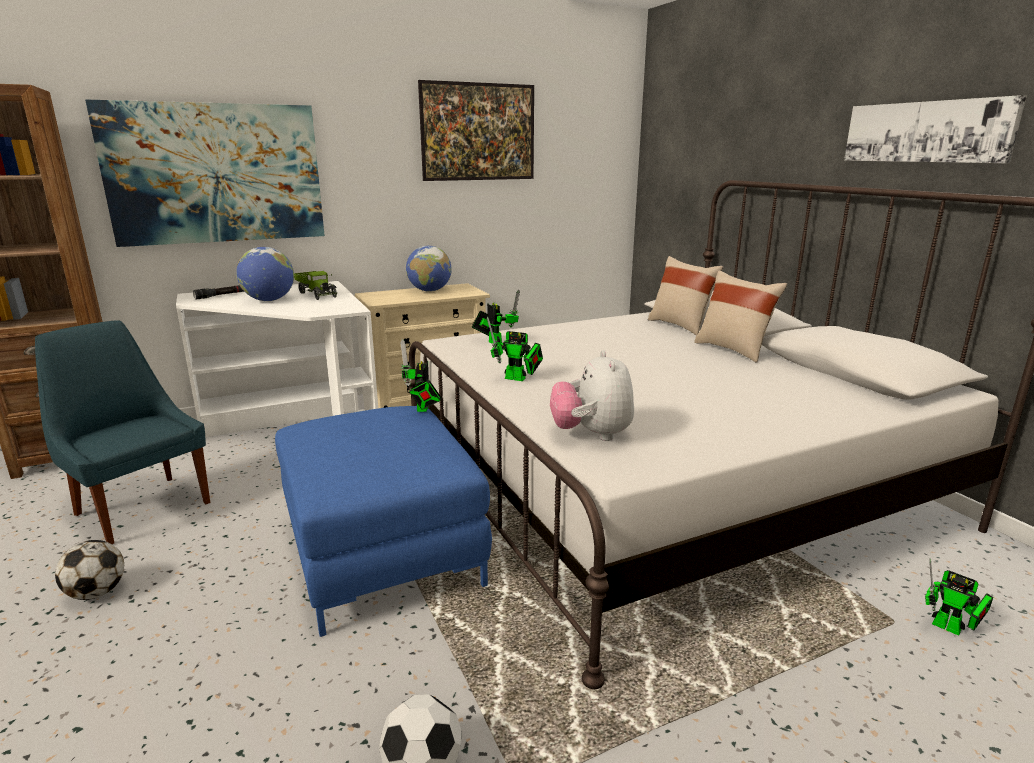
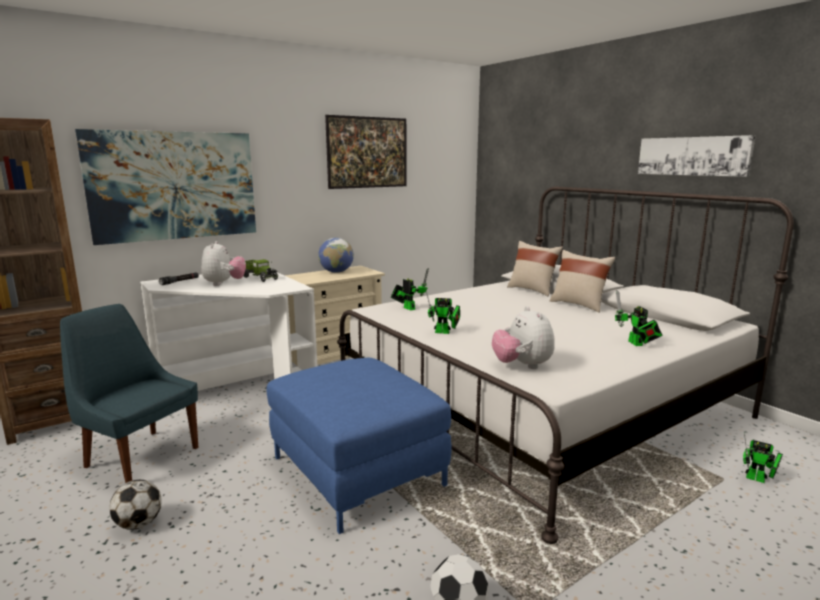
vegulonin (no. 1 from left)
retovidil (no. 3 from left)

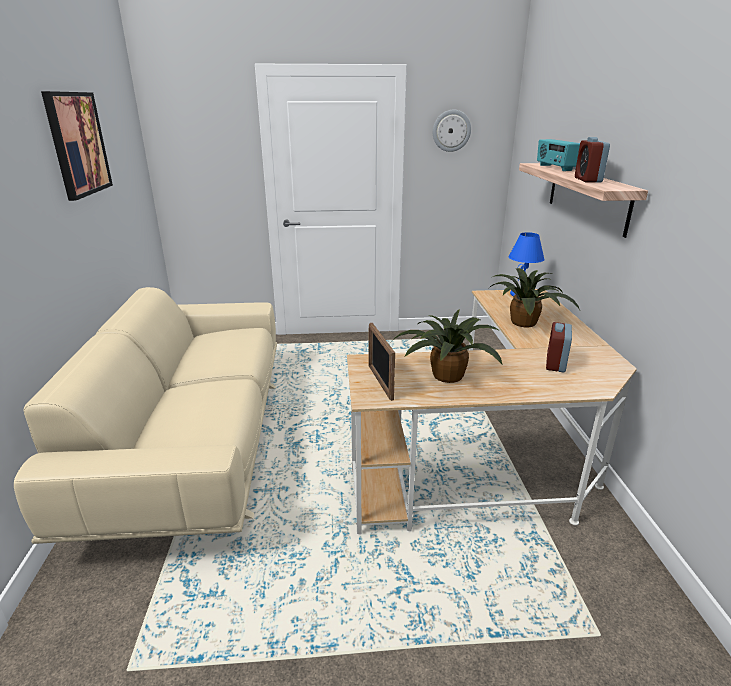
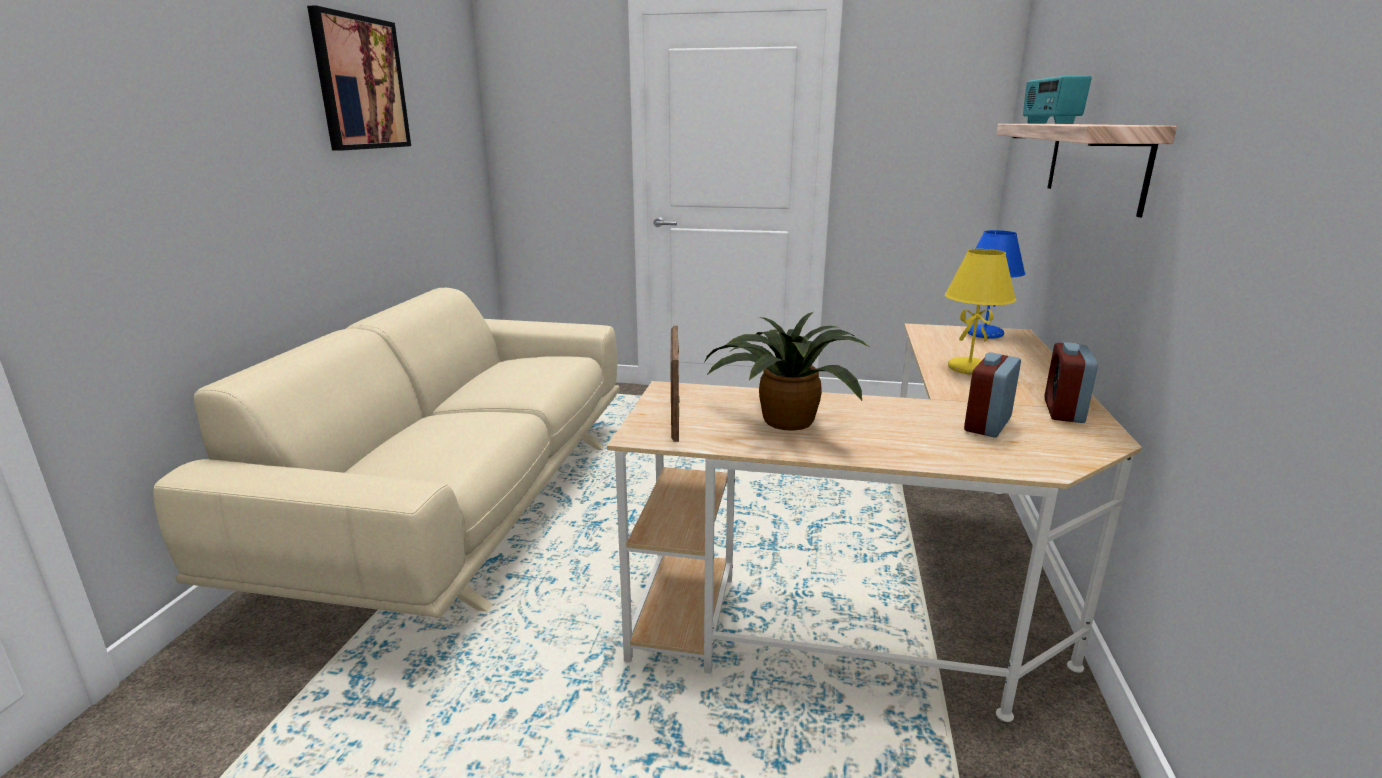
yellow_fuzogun
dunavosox (no. 2 from left)
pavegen

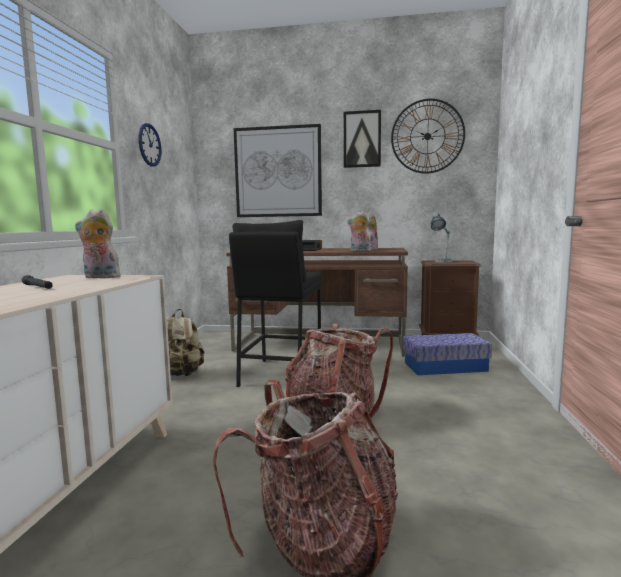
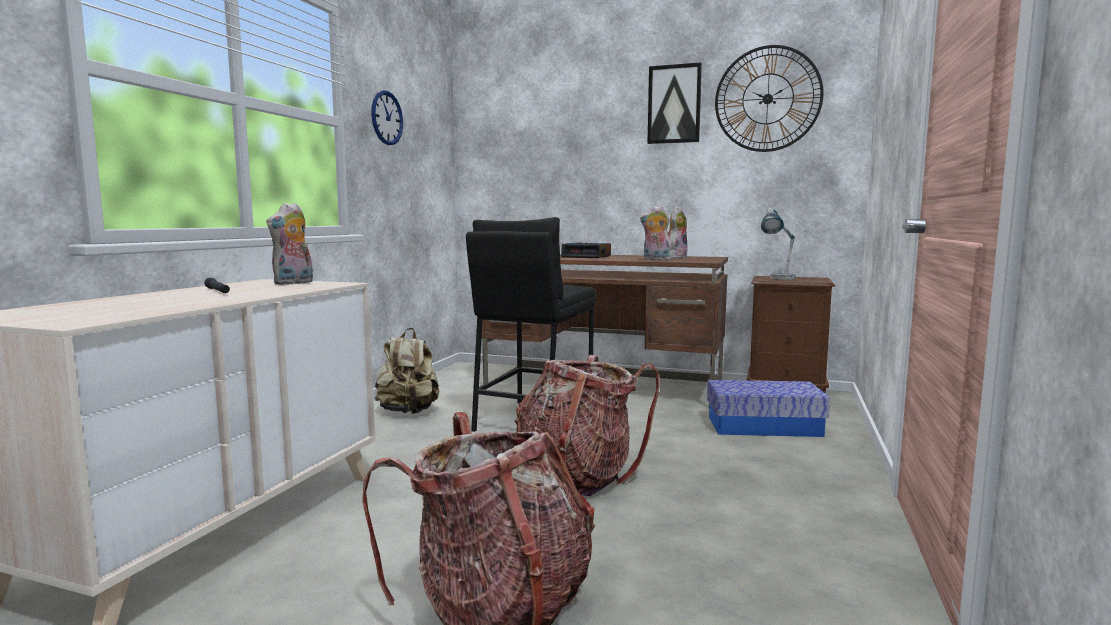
vegulonin (no. 1 from left)
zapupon (no. 1 from left in the first image)

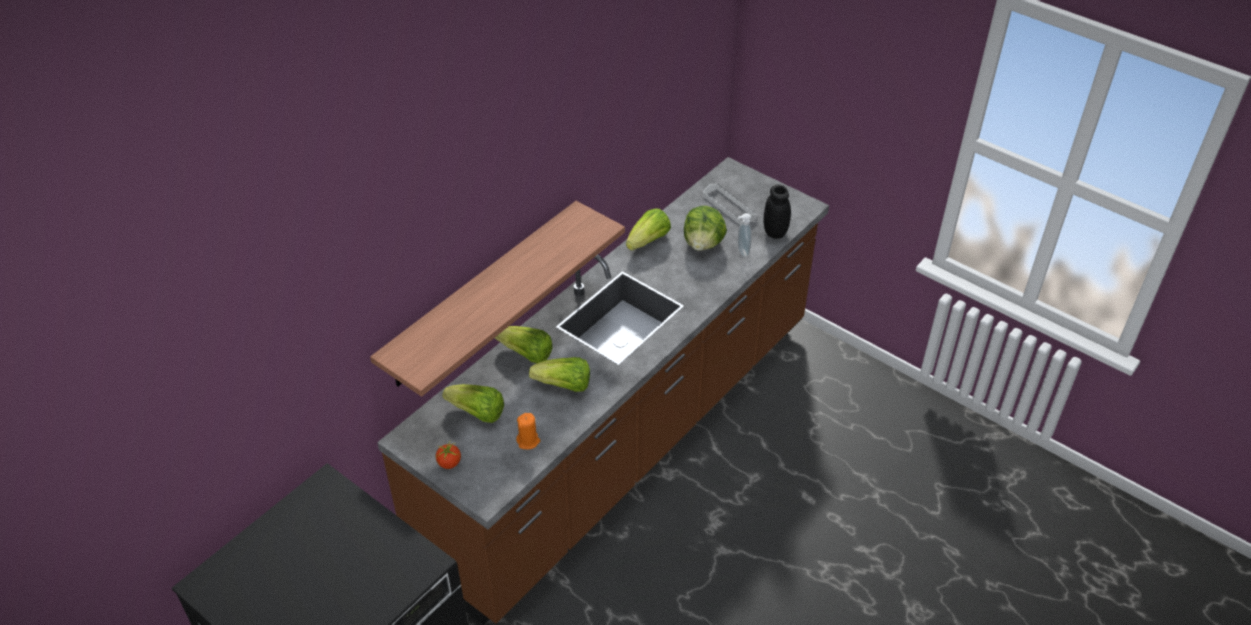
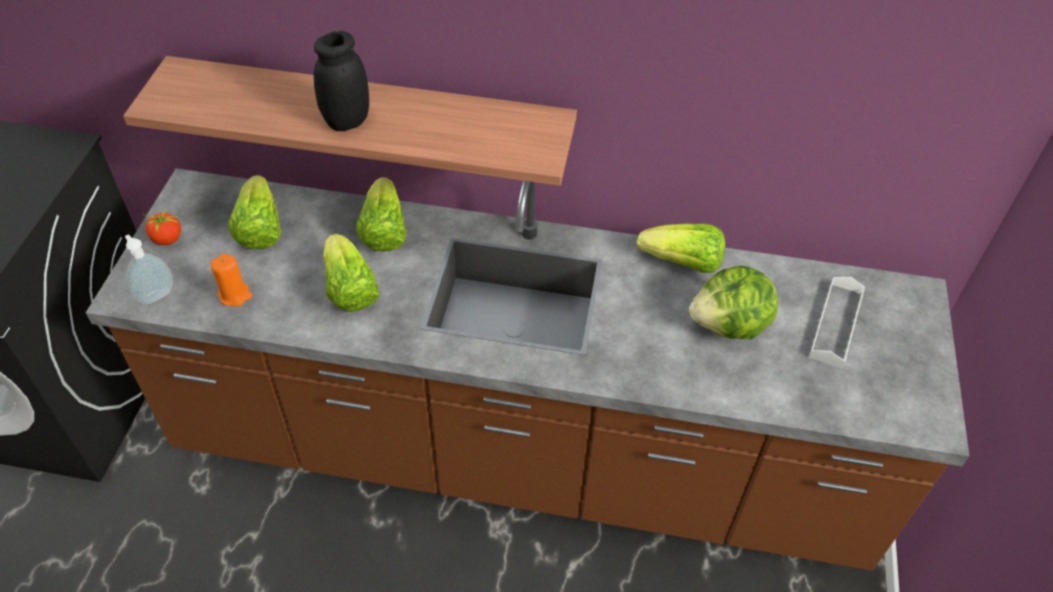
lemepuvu
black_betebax

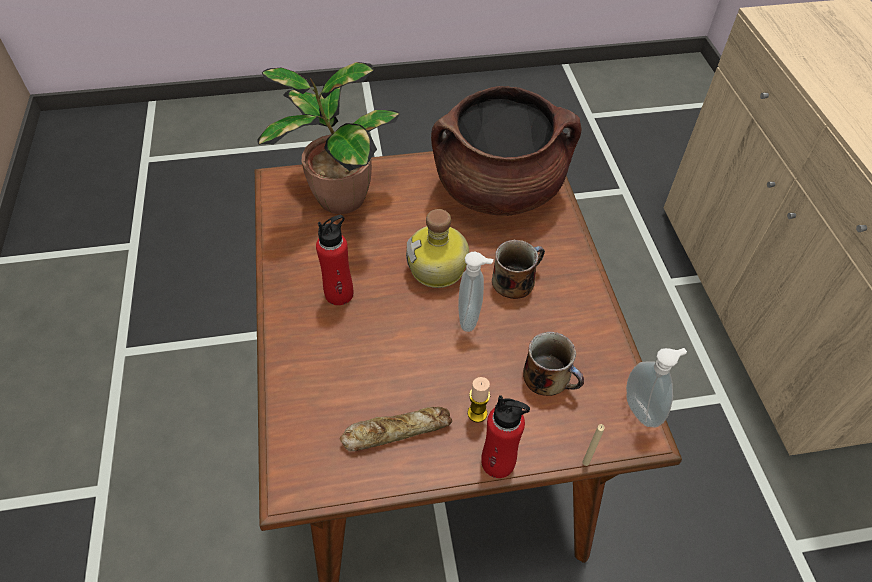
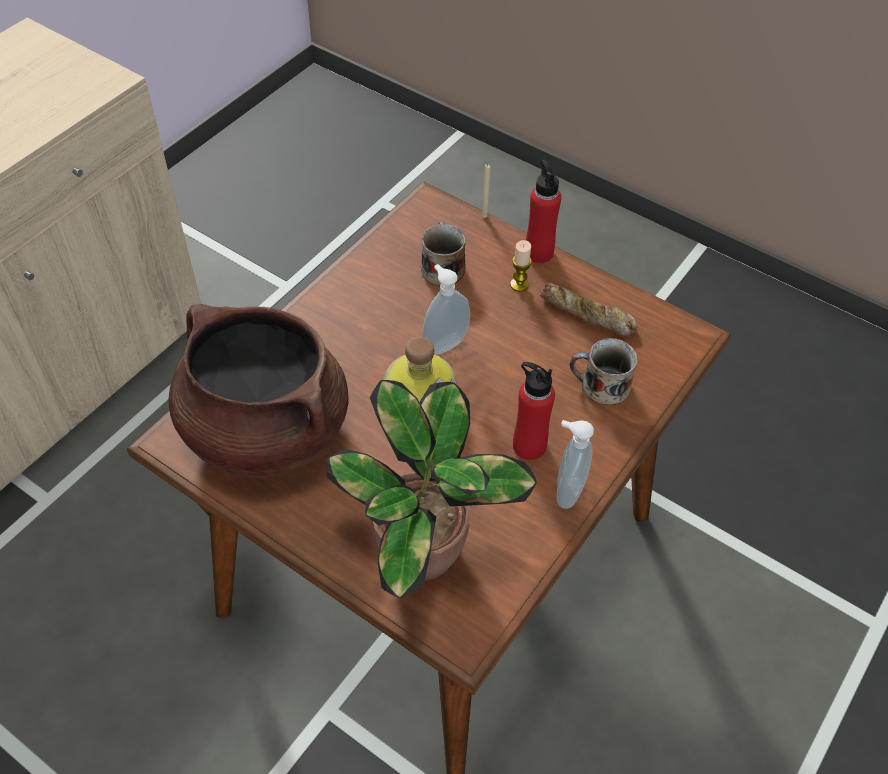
lemepuvu (no. 2 from left)
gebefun (no. 2 from left)

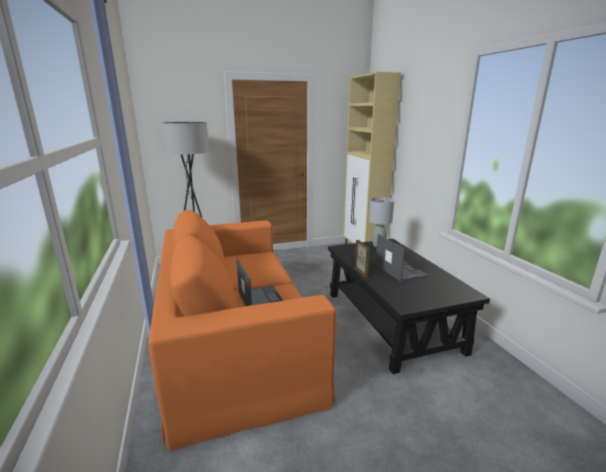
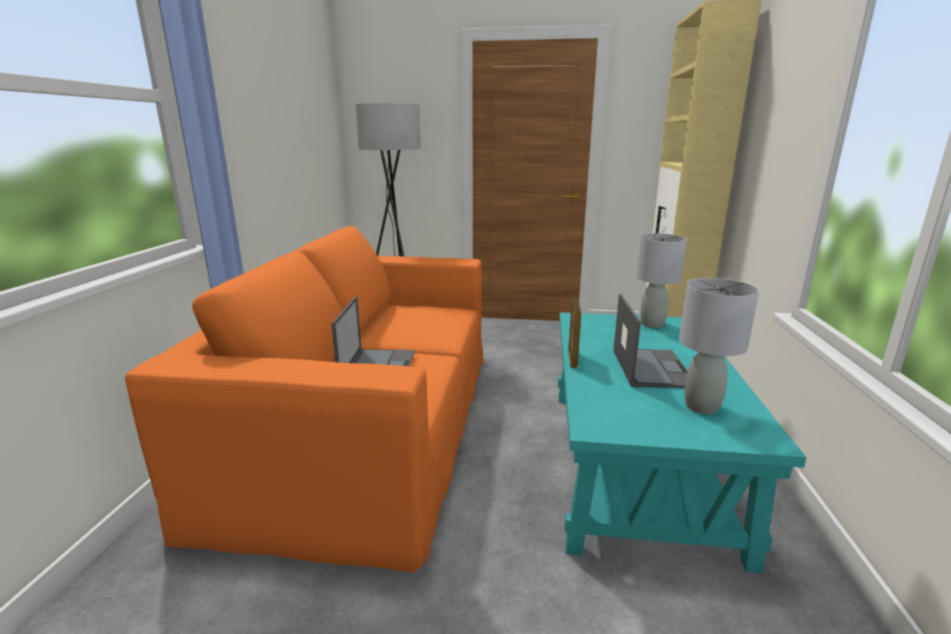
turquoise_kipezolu
grey_fuzogun (no. 2 from left)

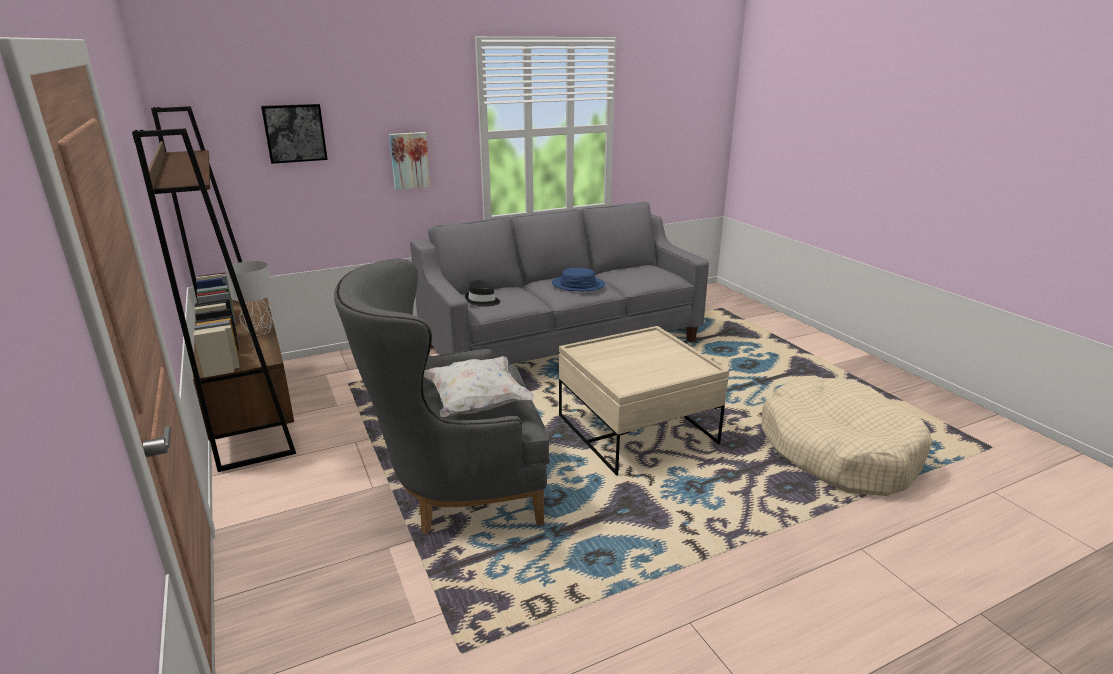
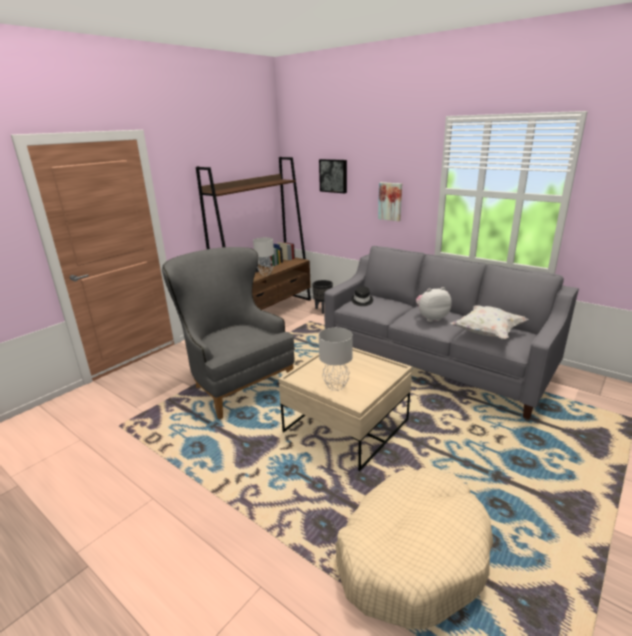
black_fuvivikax
grey_fuzogun (no. 2 from left)
vegulonin
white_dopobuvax

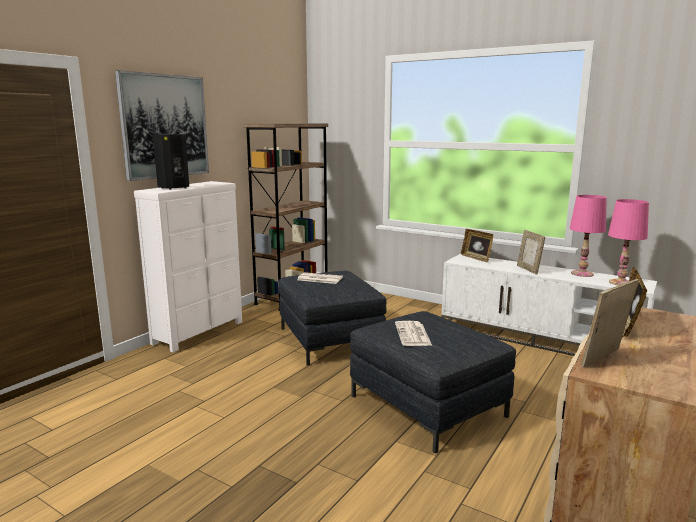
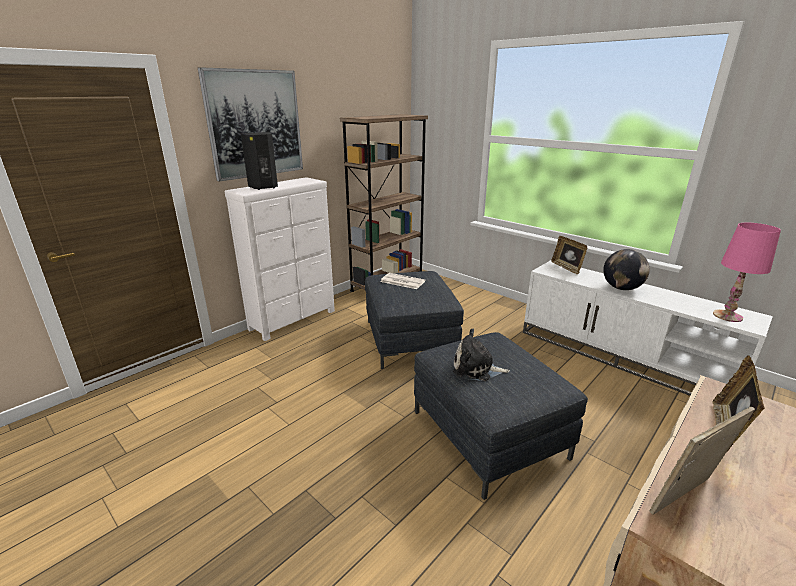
vegulonin
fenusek
pink_fuzogun (no. 1 from left in the first image)

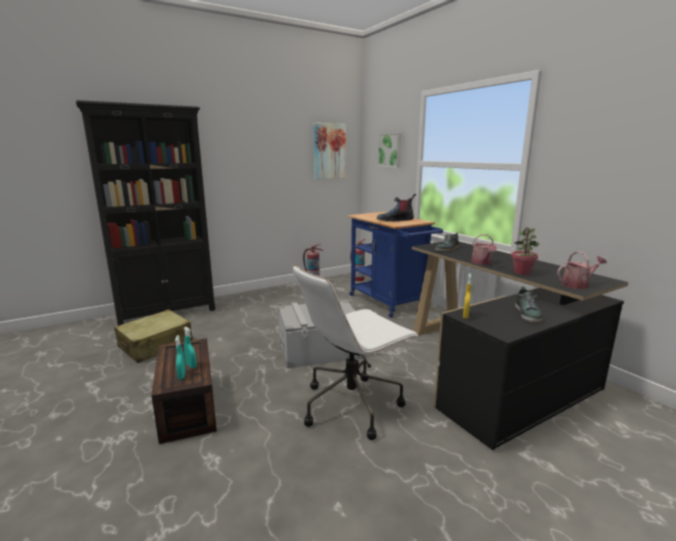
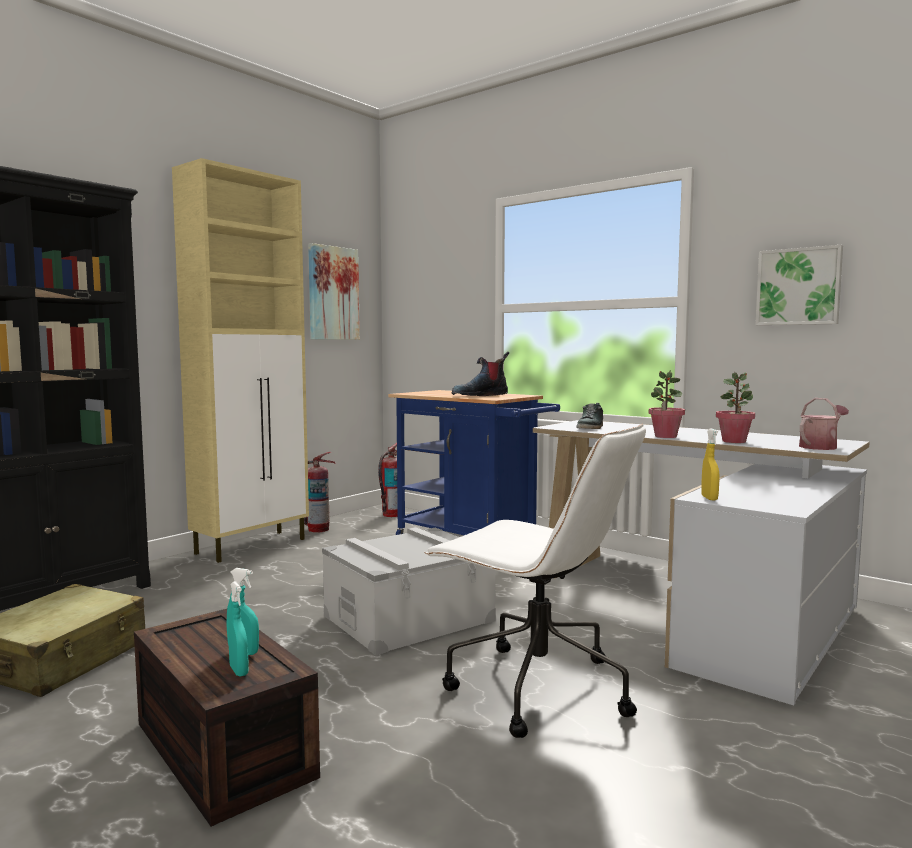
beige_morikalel
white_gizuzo
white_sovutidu
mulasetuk (no. 1 from left)
zapupon (no. 2 from left)
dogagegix (no. 2 from left in the first image)

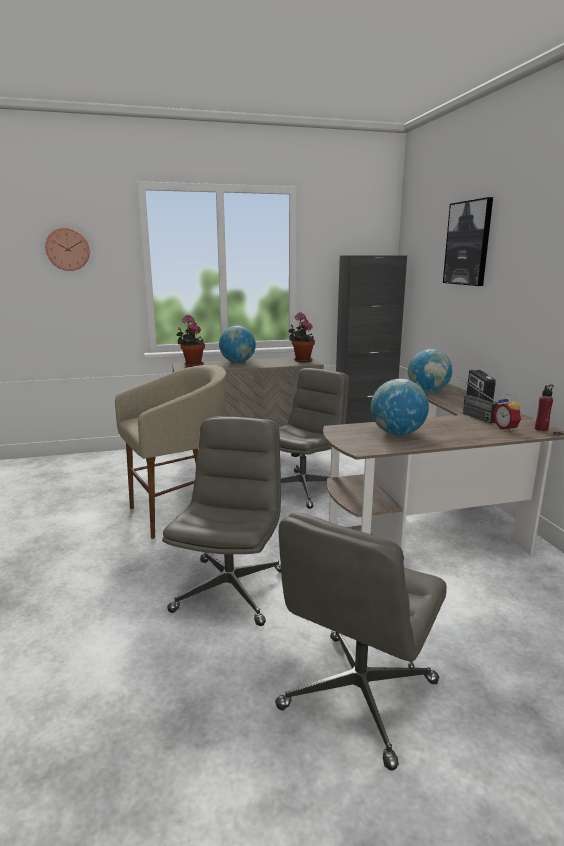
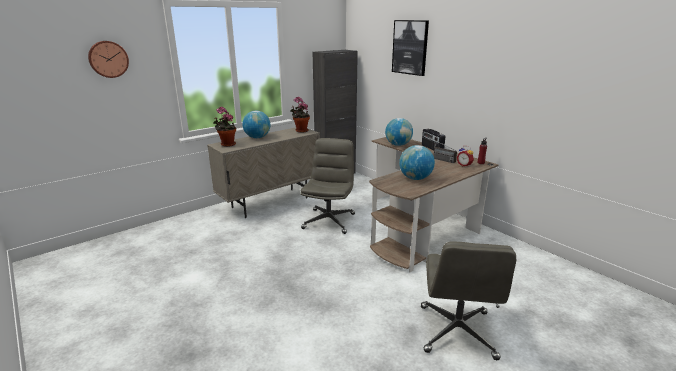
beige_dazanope
grey_gizuzo (no. 1 from left in the first image)

